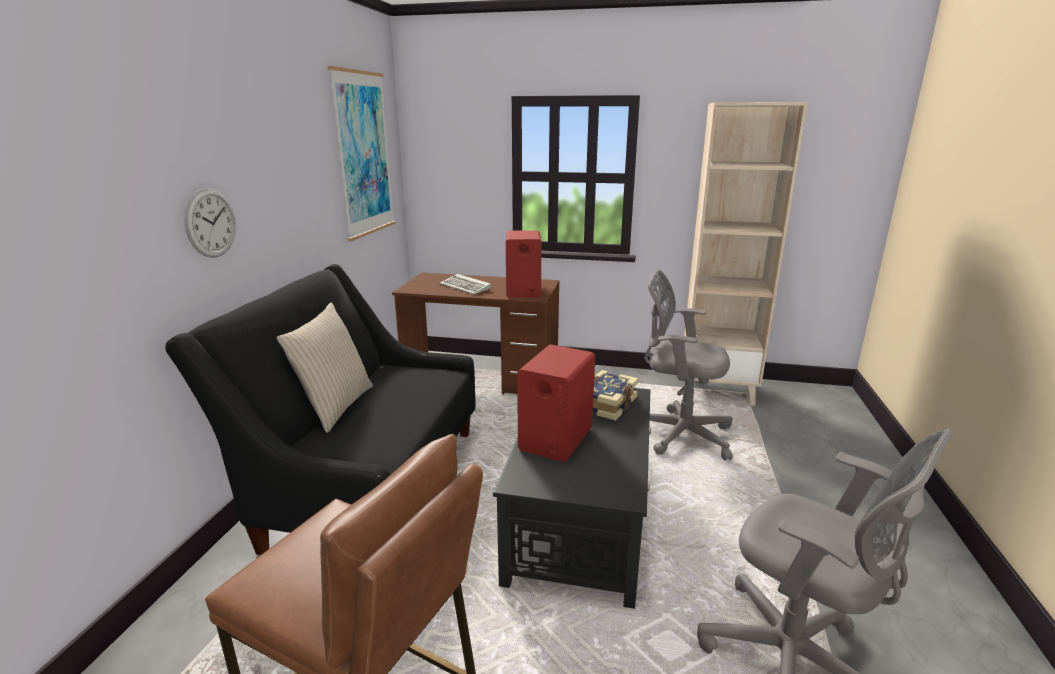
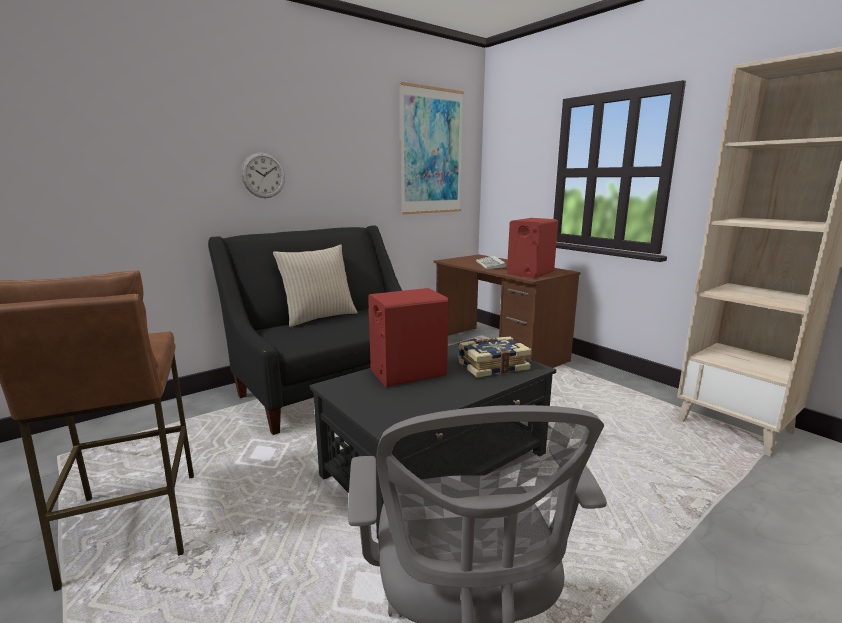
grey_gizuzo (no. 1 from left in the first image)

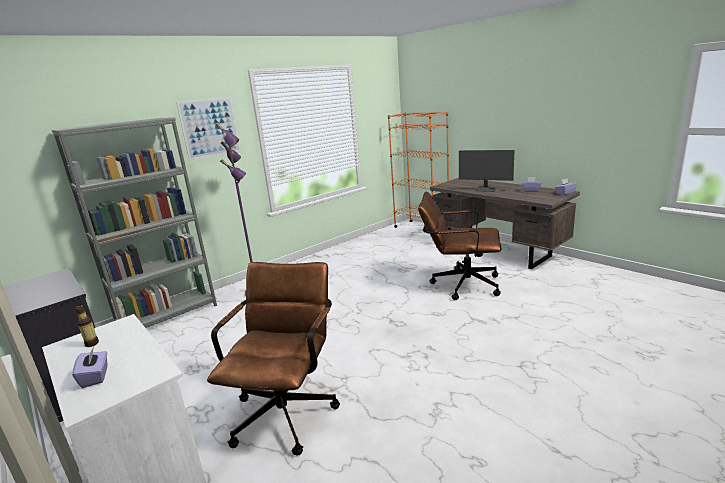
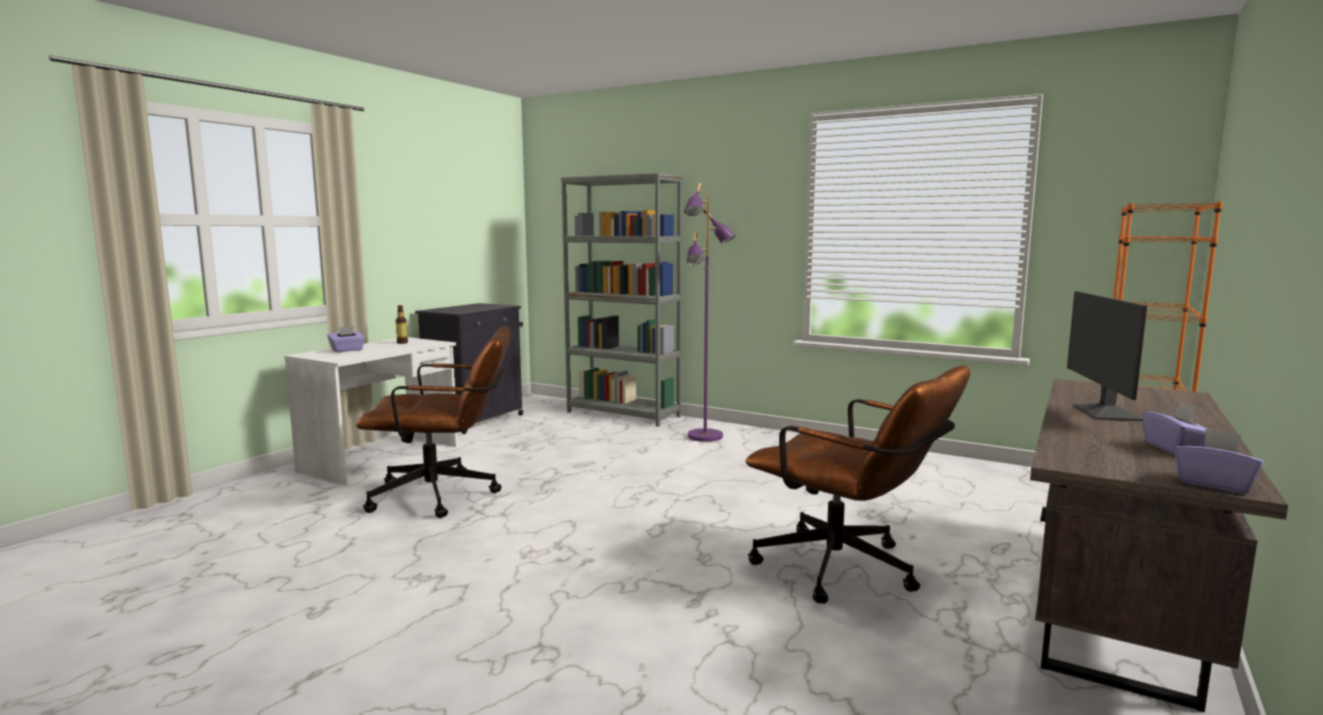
brown_gizuzo (no. 2 from left)
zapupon

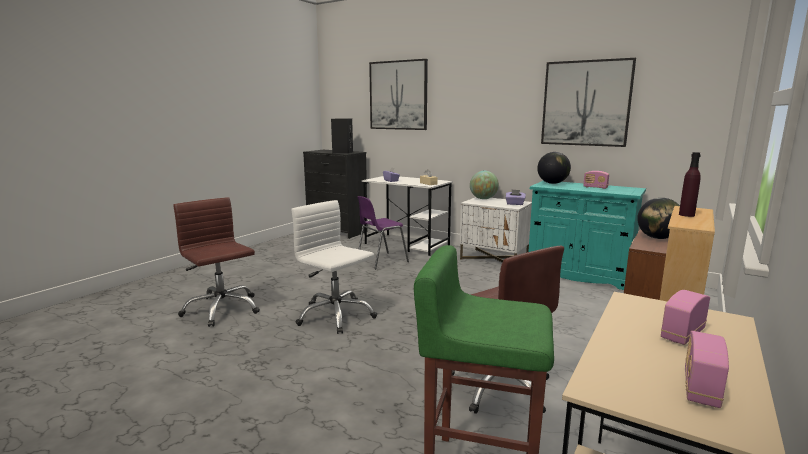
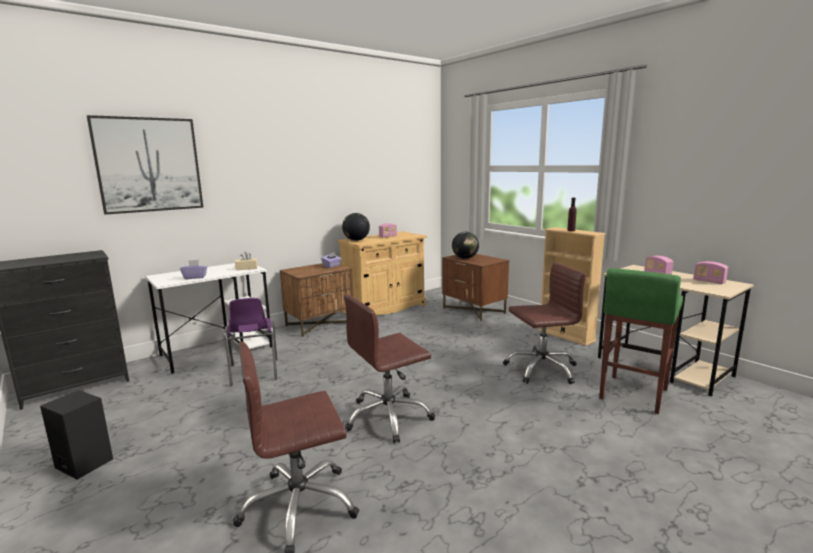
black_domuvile
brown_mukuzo (no. 1 from left)
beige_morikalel
brown_gizuzo (no. 2 from left)
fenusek (no. 1 from left in the first image)
zapupon (no. 2 from left in the first image)

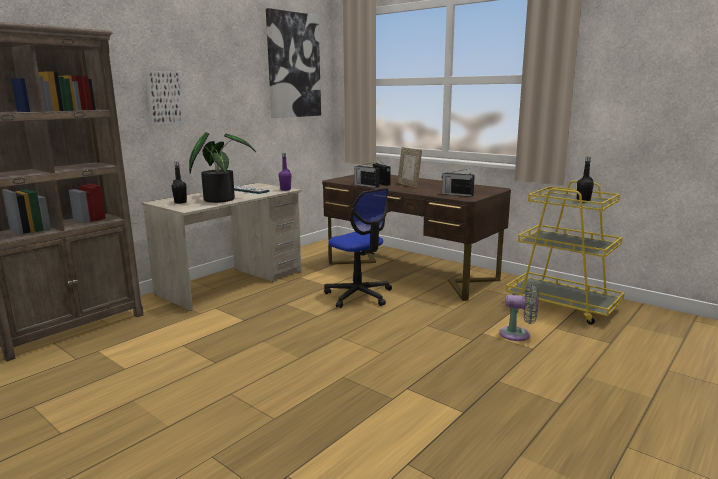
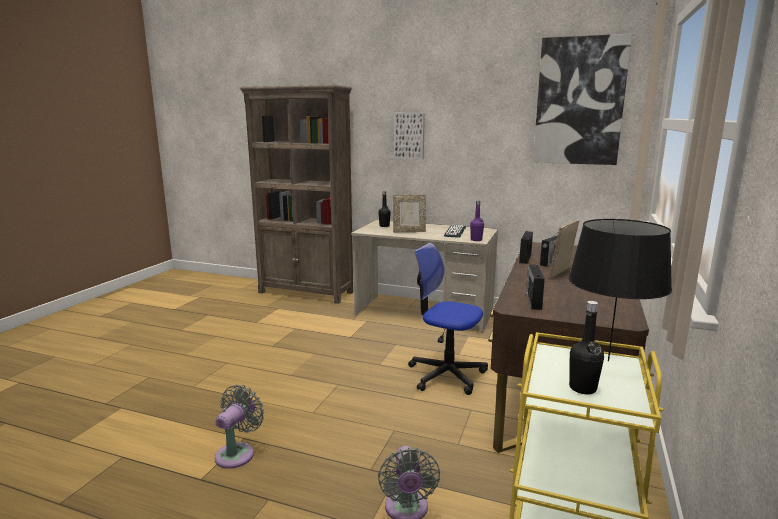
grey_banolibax (no. 1 from left)
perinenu (no. 1 from left)
gizuzo
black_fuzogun

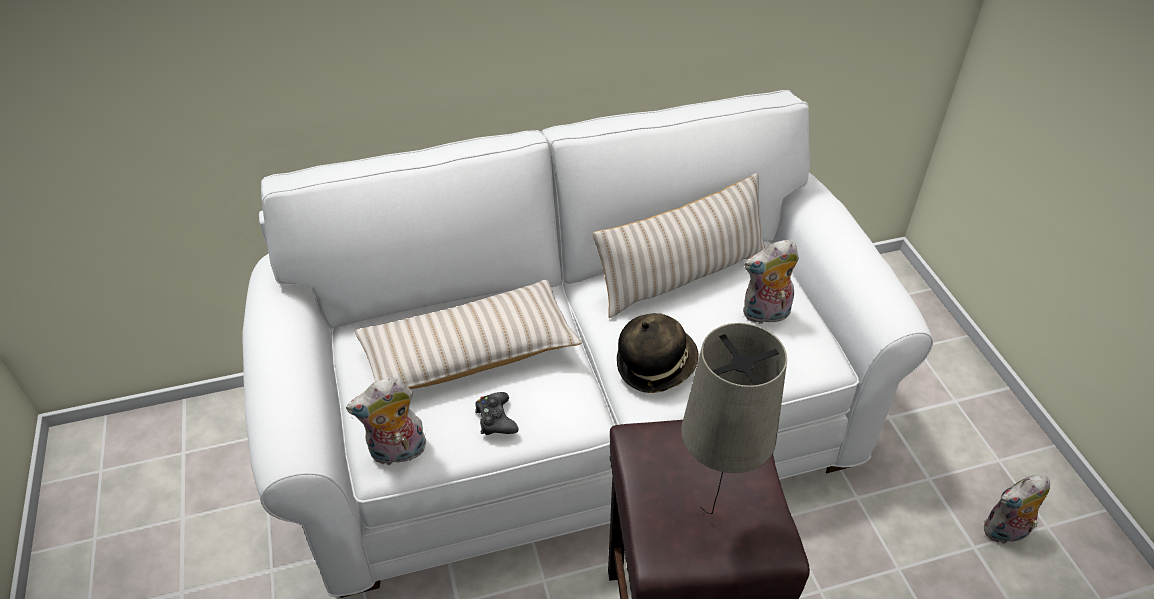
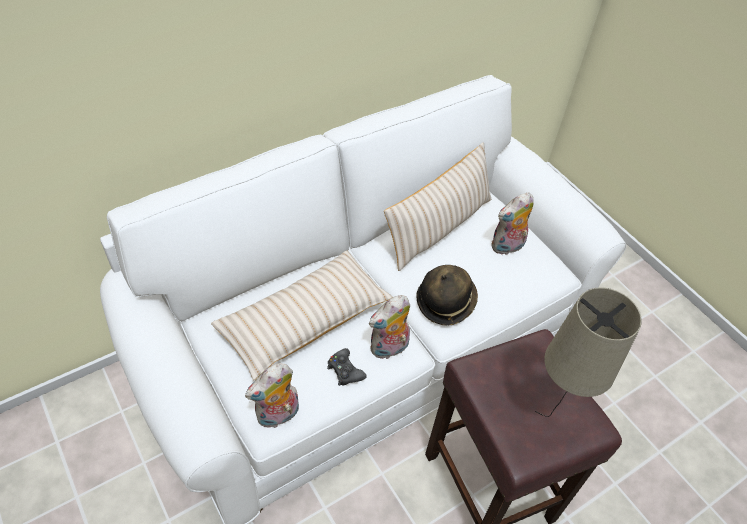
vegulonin (no. 2 from left)

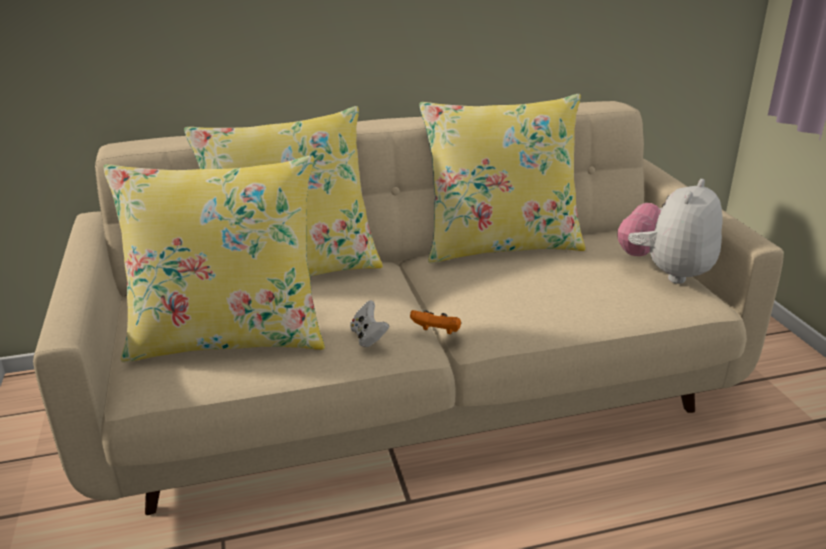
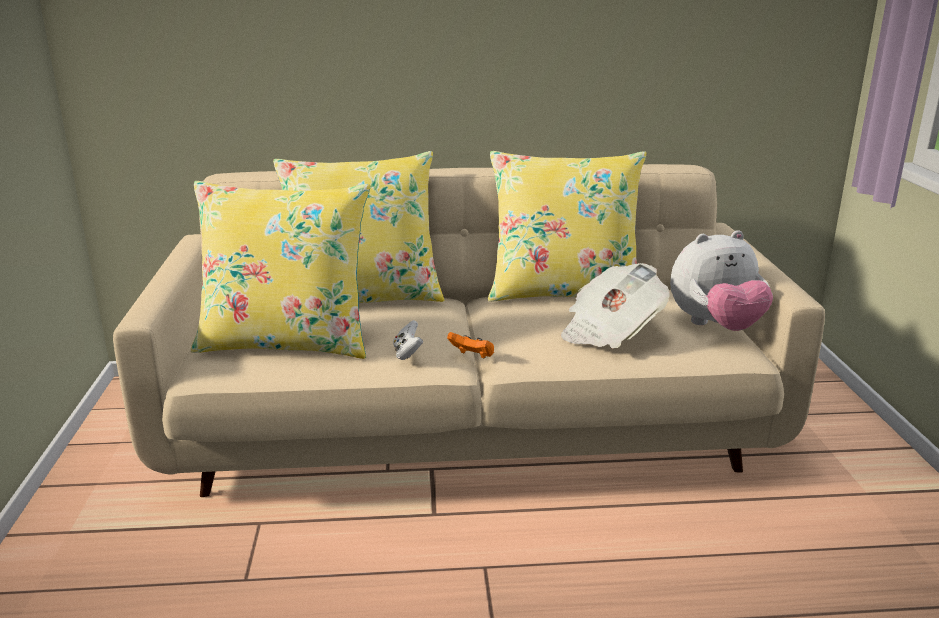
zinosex
vegulonin

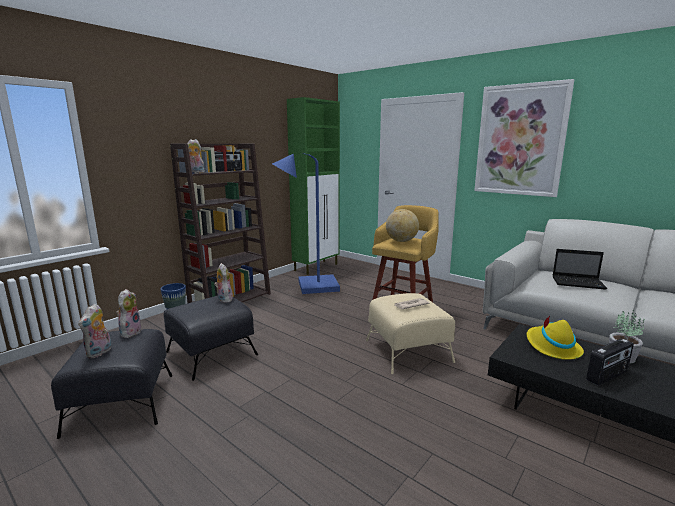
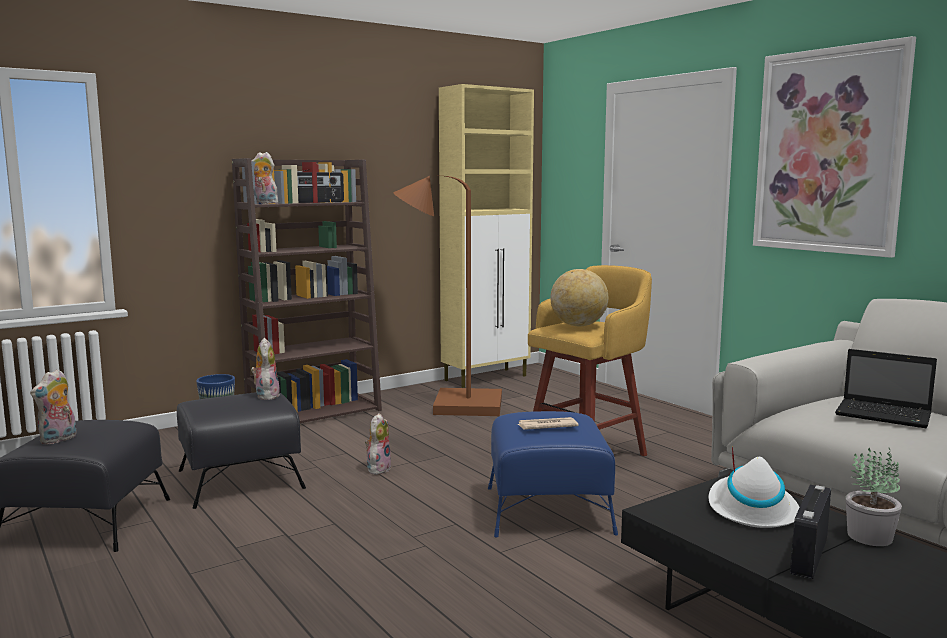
vegulonin (no. 4 from left)
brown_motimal
beige_morikalel
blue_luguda
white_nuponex
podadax (no. 2 from left)

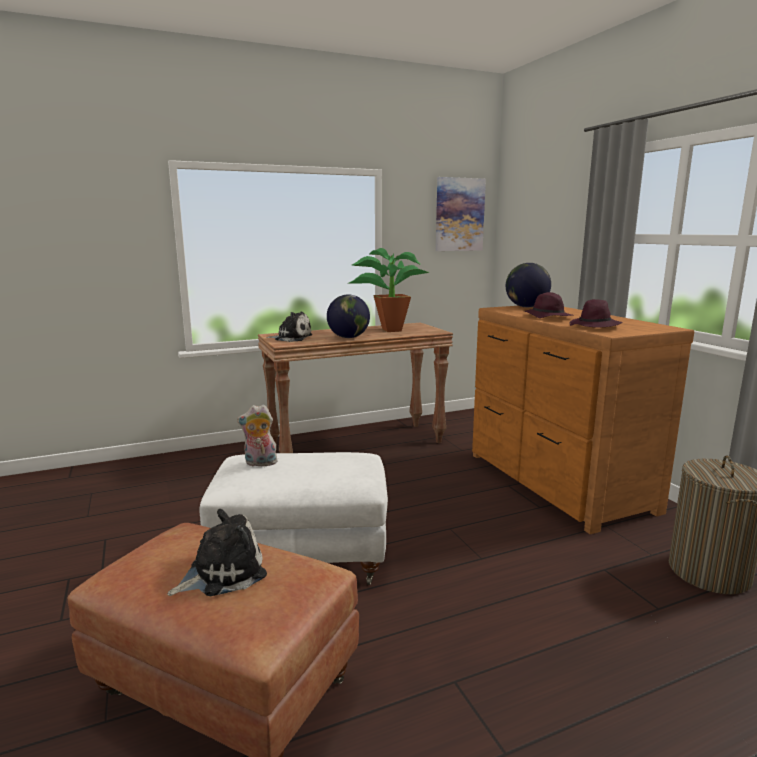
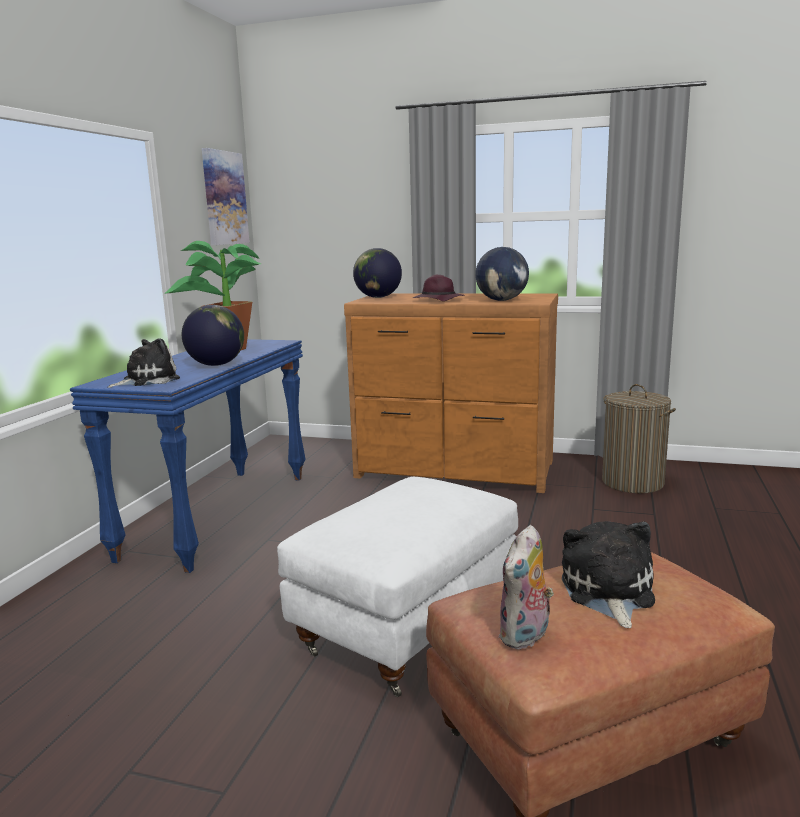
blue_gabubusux
fenusek (no. 3 from left)
vegulonin (no. 2 from left)

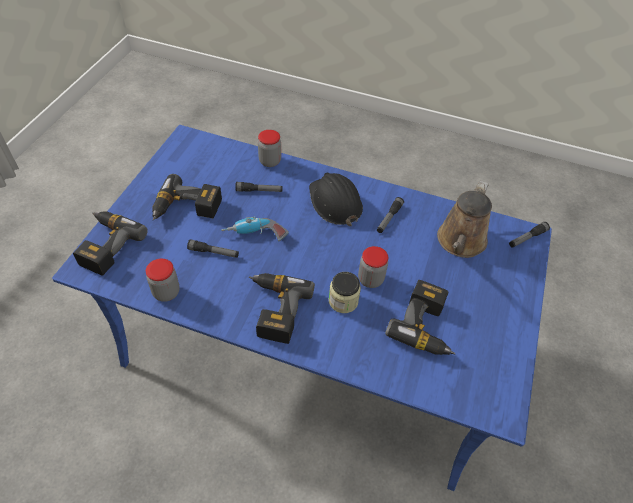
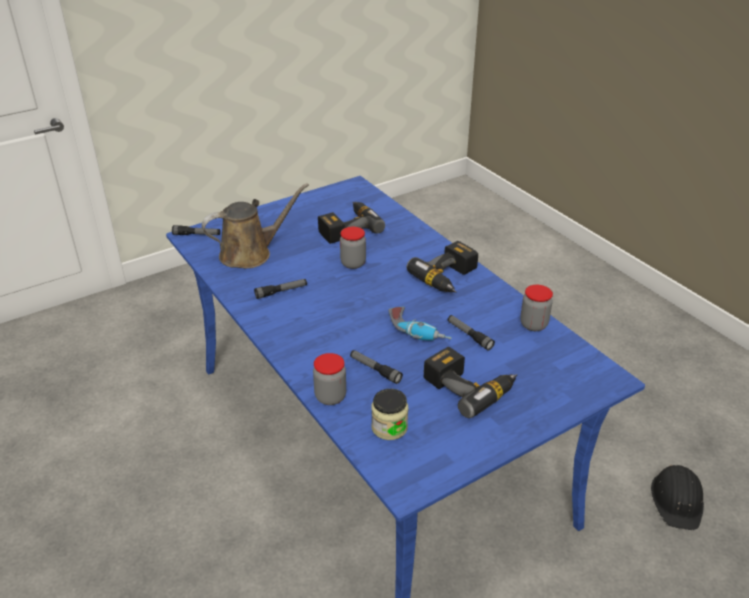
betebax (no. 3 from left)
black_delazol
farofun (no. 1 from left in the first image)

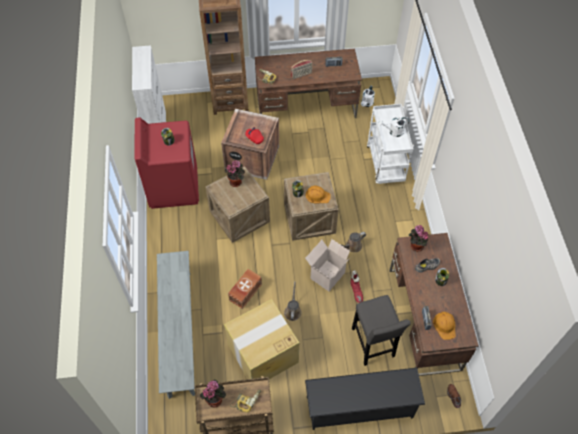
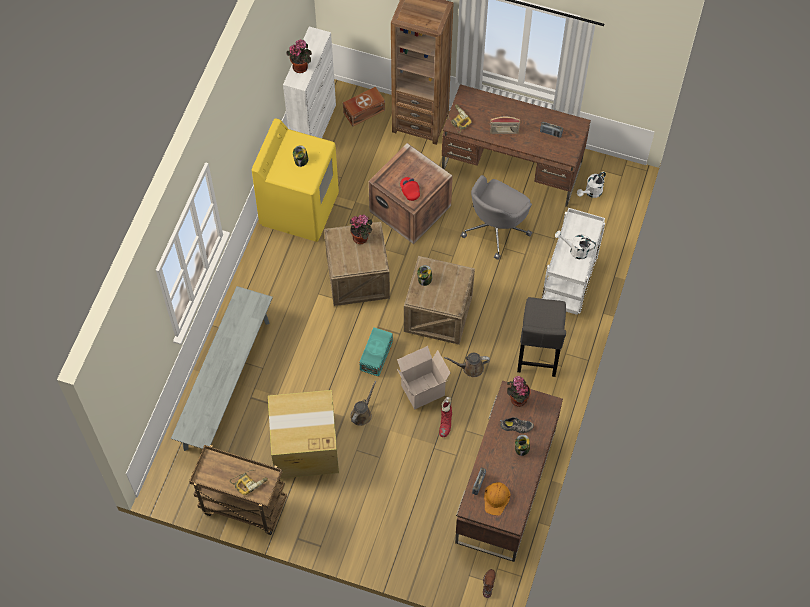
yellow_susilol
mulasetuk (no. 1 from left)
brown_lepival
turquoise_lepival
grey_gizuzo
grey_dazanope
orange_delazol (no. 1 from left in the first image)
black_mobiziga

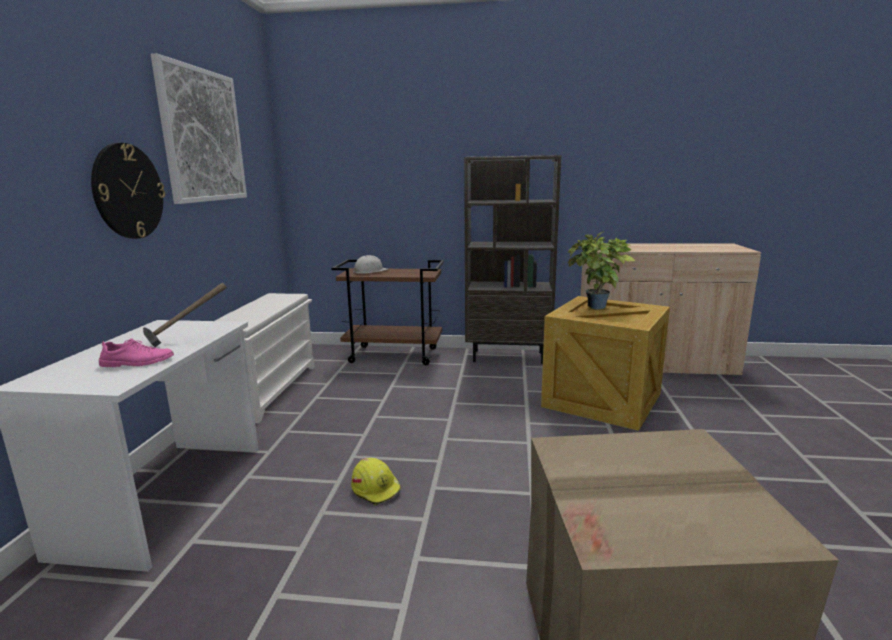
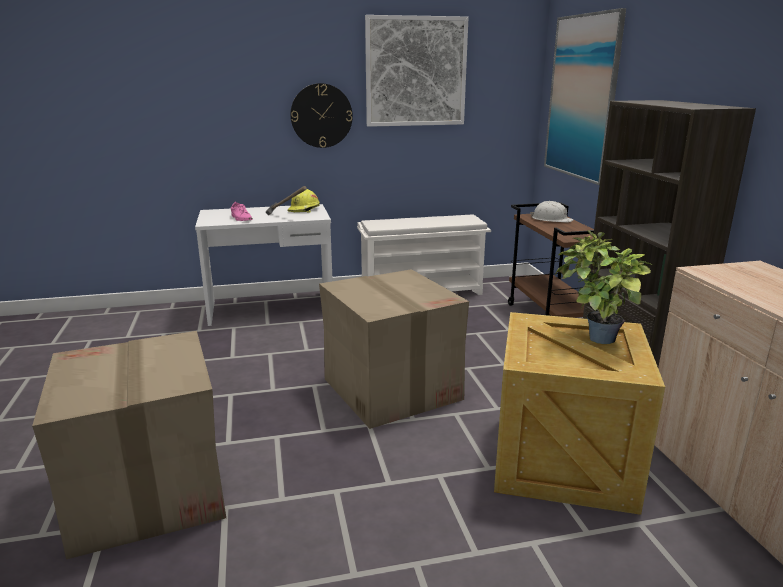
yellow_delazol
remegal (no. 2 from left)
zapupon (no. 2 from left)

